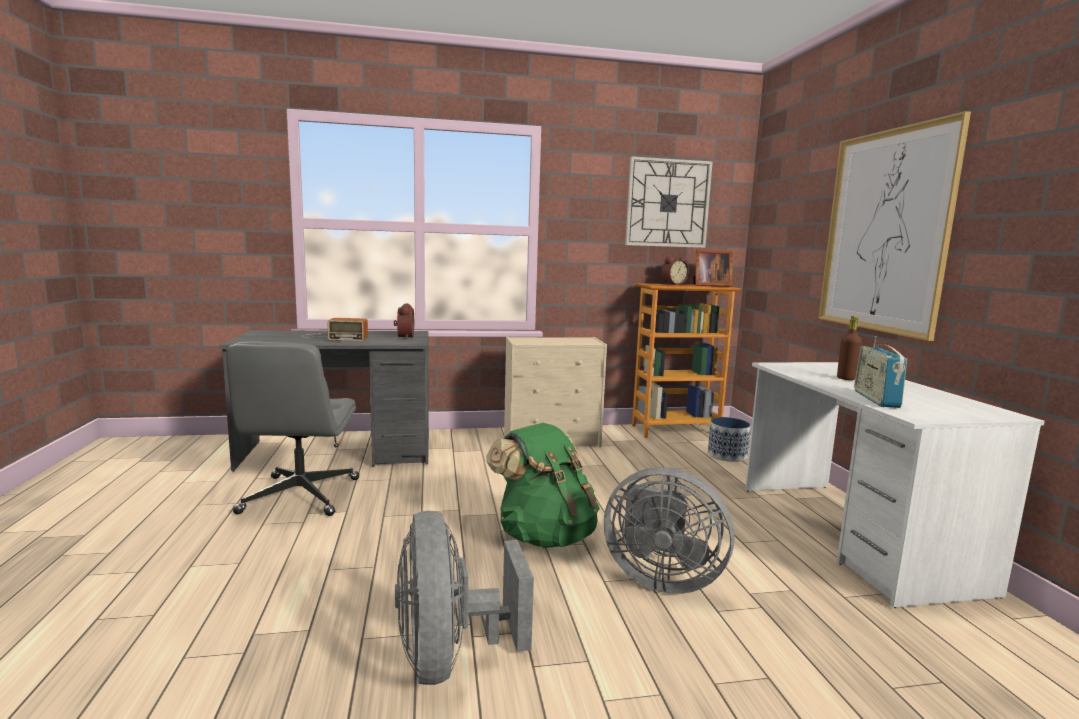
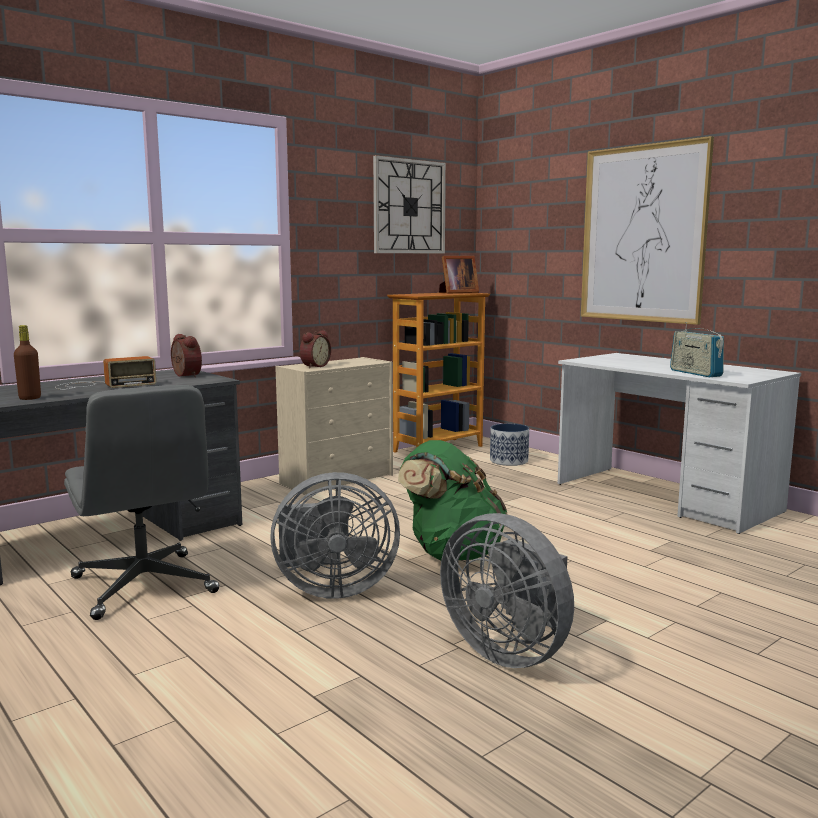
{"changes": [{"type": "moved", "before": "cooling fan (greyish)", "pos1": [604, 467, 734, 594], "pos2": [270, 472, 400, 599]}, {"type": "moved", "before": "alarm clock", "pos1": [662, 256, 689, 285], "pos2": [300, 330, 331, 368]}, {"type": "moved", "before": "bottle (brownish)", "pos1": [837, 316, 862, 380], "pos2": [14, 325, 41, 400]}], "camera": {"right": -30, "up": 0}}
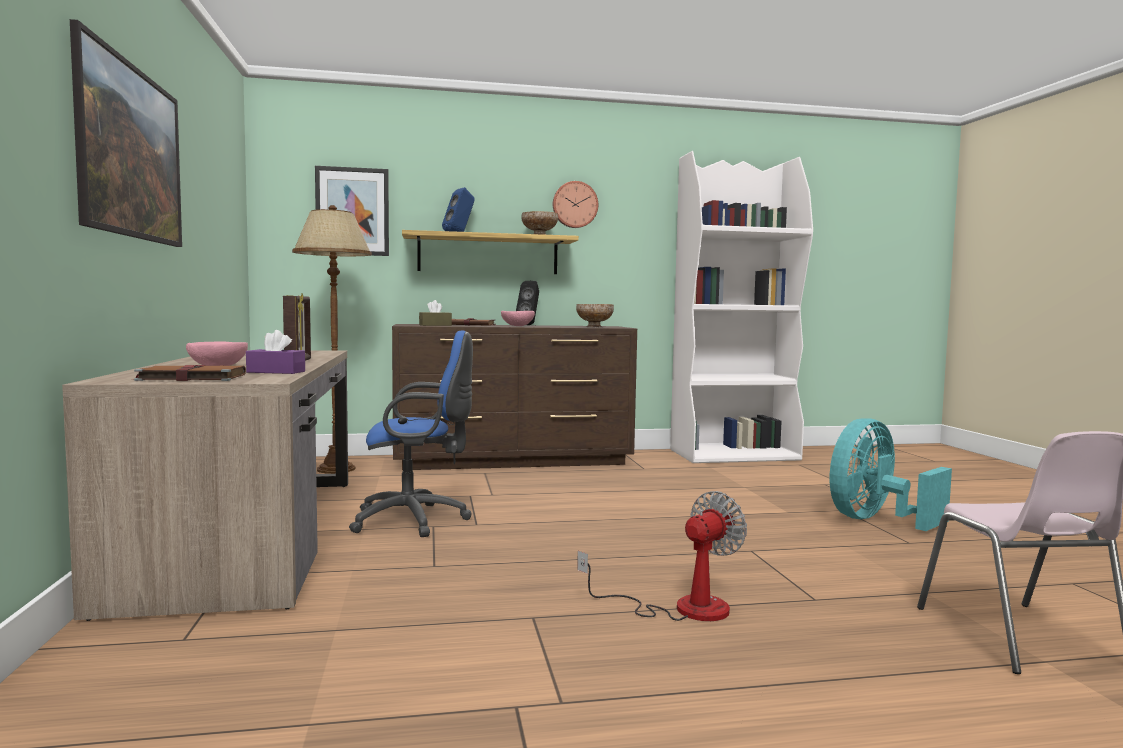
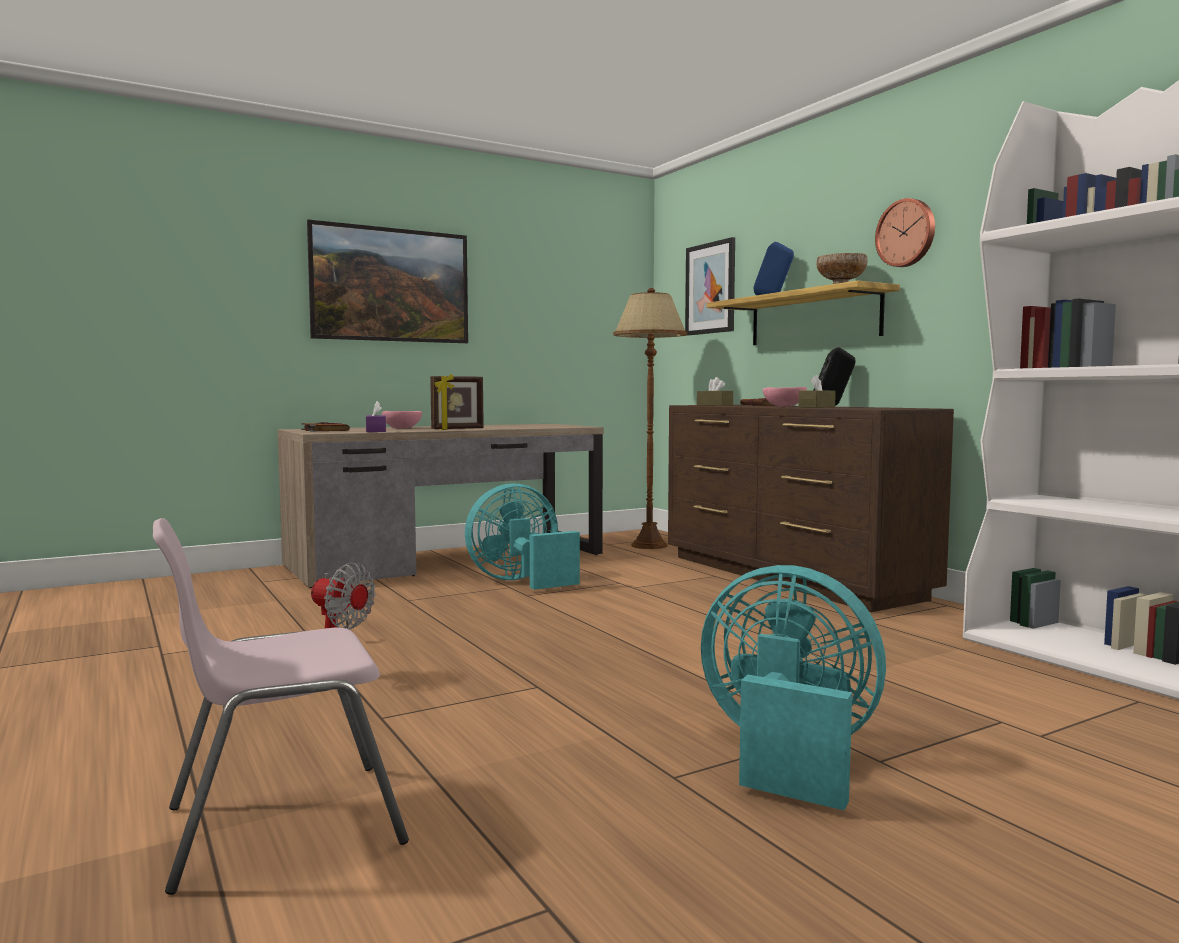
{"changes": [{"type": "removed", "before": "serving bowl", "pos1": [576, 304, 614, 327]}, {"type": "added", "after": "tissue holder (brownish)", "pos2": [799, 375, 836, 408]}, {"type": "replaced", "before": "computer chair (blue-coloured)", "after": "cooling fan (turquoise)", "pos1": [349, 330, 473, 537], "pos2": [465, 483, 580, 590]}], "camera": {"right": 70, "up": 0}}
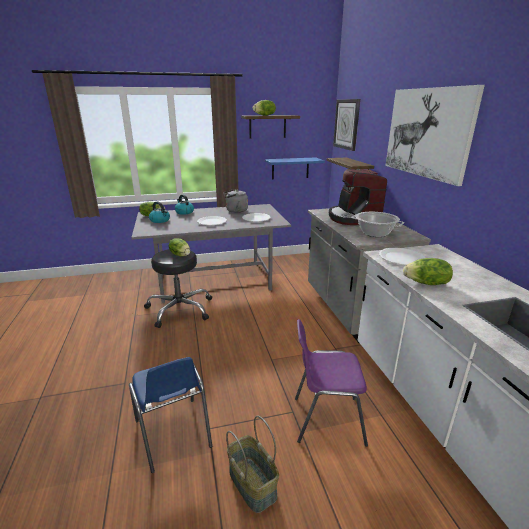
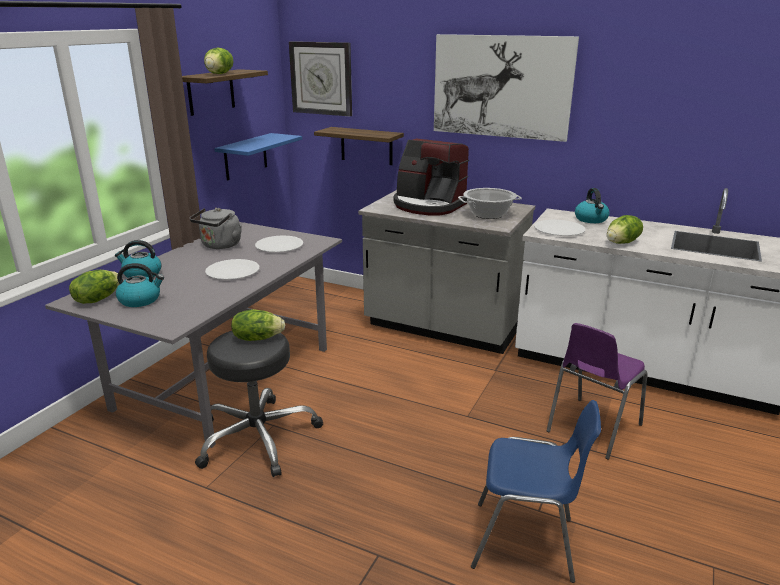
{"changes": [{"type": "removed", "before": "basket", "pos1": [226, 416, 279, 513]}, {"type": "added", "after": "tea kettle", "pos2": [575, 188, 610, 223]}], "camera": {"right": -50, "up": 0}}
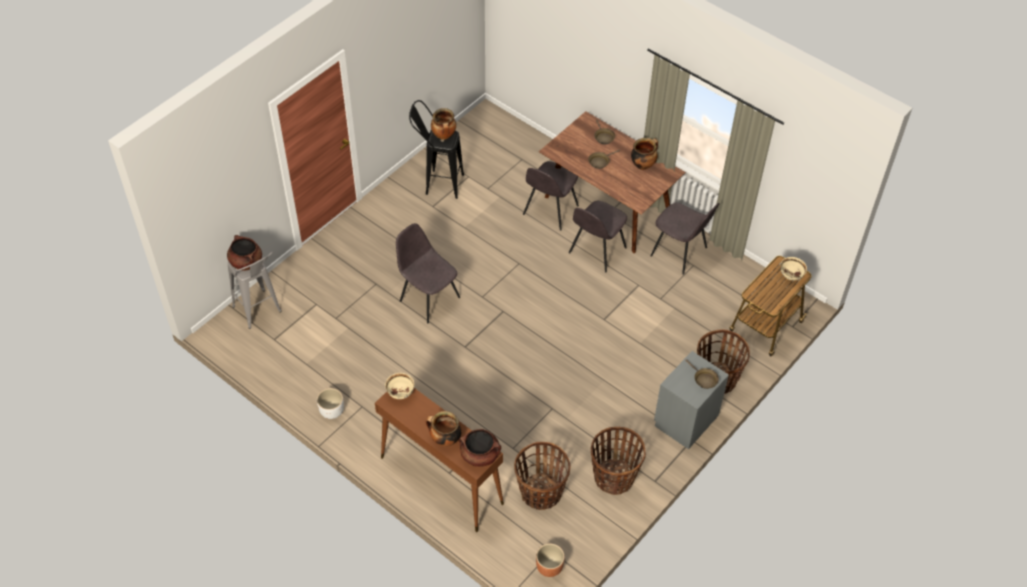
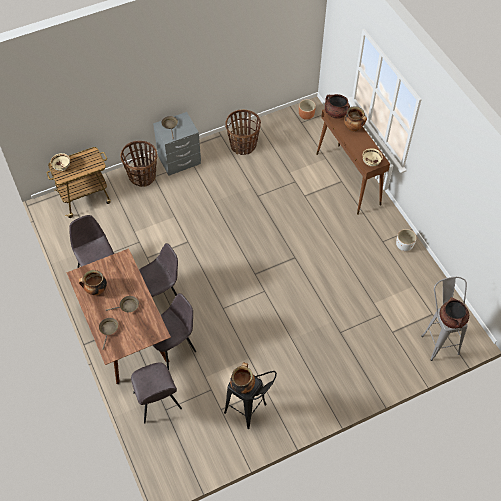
{"changes": [{"type": "removed", "before": "basket", "pos1": [514, 442, 571, 510]}, {"type": "moved", "before": "plain chair (greyish)", "pos1": [396, 223, 460, 324], "pos2": [131, 362, 182, 423]}], "camera": {"right": -155, "up": 5}}
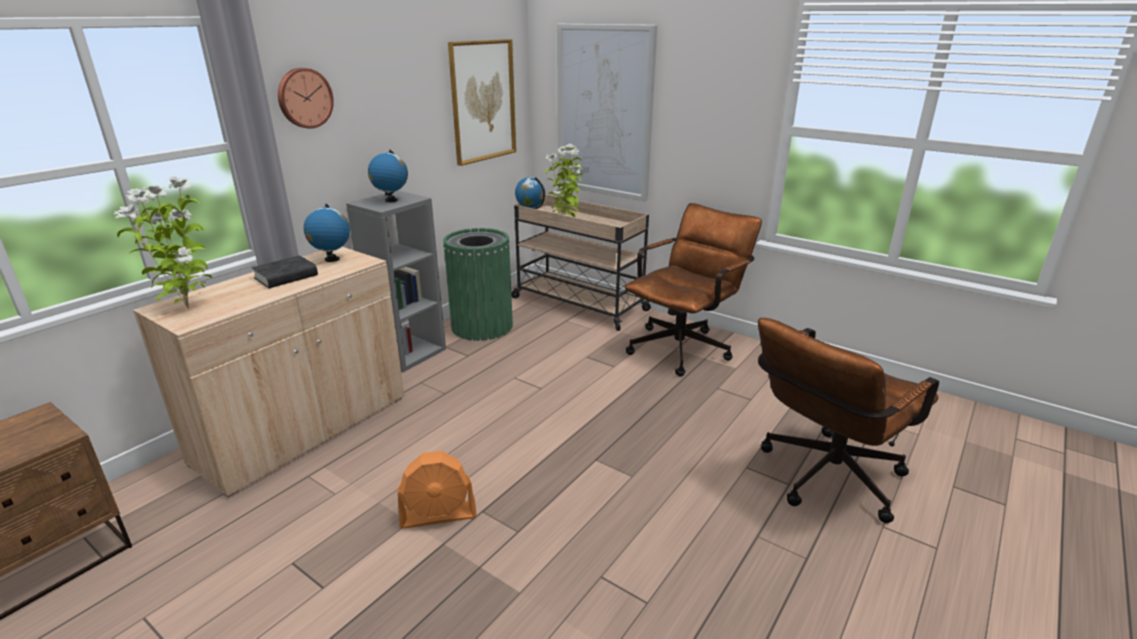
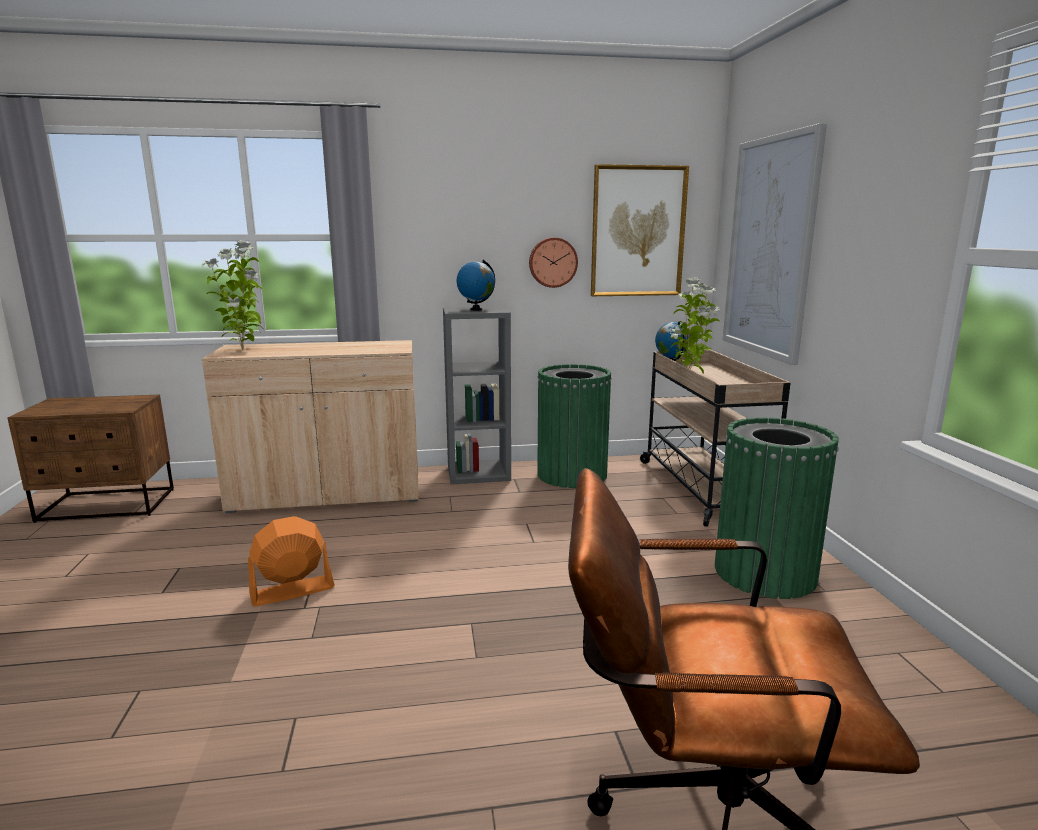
{"changes": [{"type": "removed", "before": "volume (black-coloured)", "pos1": [252, 255, 318, 288]}, {"type": "removed", "before": "world globe", "pos1": [304, 204, 350, 262]}, {"type": "moved", "before": "wall clock", "pos1": [278, 68, 334, 129], "pos2": [529, 237, 578, 288]}, {"type": "replaced", "before": "computer chair (brownish)", "after": "rubbish bin (green)", "pos1": [625, 203, 762, 377], "pos2": [715, 417, 839, 599]}, {"type": "turned", "before": "cooling fan (orangey)", "pos1": [398, 451, 477, 529], "pos2": [248, 516, 335, 606], "turn": 120}], "camera": {"right": 45, "up": -10}}
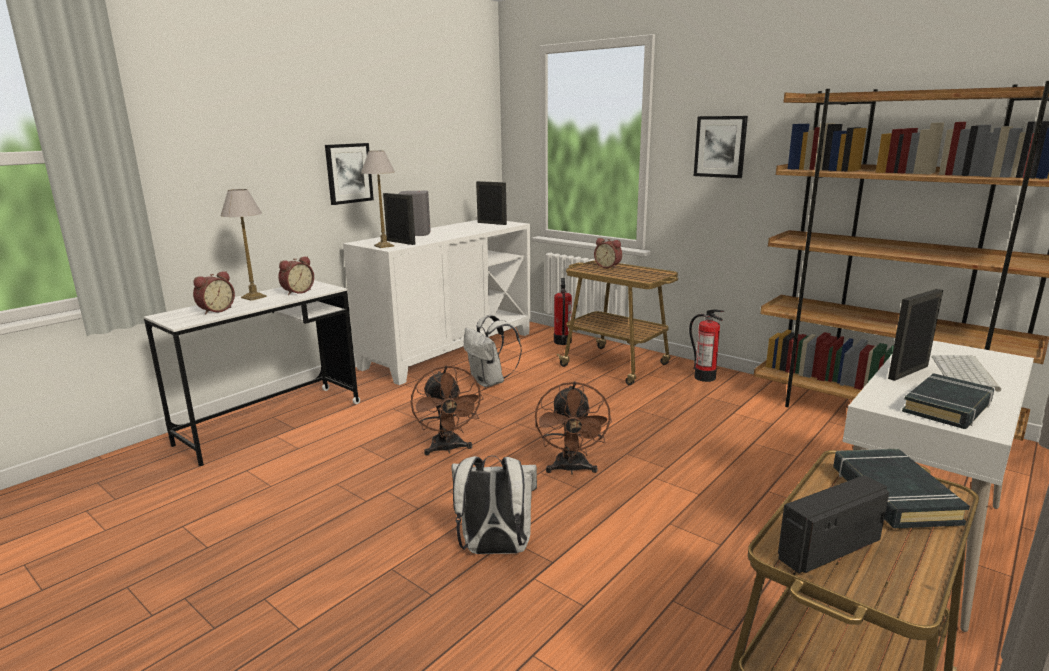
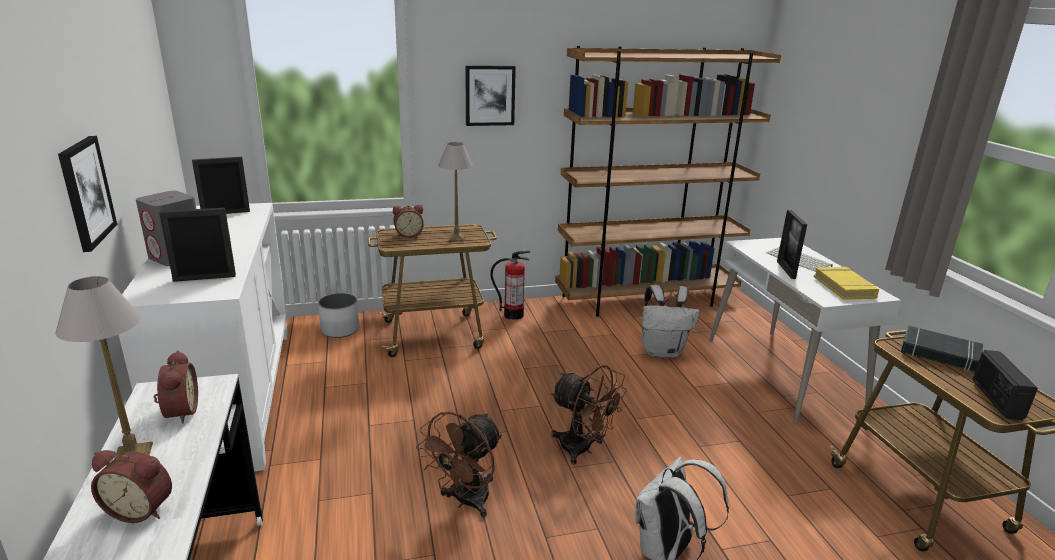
{"changes": [{"type": "moved", "before": "tabletop lamp", "pos1": [361, 151, 395, 248], "pos2": [438, 142, 473, 241]}, {"type": "moved", "before": "backpack (white)", "pos1": [464, 315, 522, 387], "pos2": [641, 285, 699, 357]}, {"type": "replaced", "before": "fire-fighting cylinder", "after": "flower pot (white)", "pos1": [554, 278, 572, 345], "pos2": [318, 293, 359, 338]}, {"type": "recoloured", "before": "volume (black-coloured)", "after": "volume (yellow-coloured)", "pos1": [902, 373, 994, 429], "pos2": [814, 267, 879, 300]}, {"type": "turned", "before": "alarm clock", "pos1": [193, 271, 235, 315], "pos2": [91, 450, 172, 523], "turn": 120}, {"type": "turned", "before": "cooling fan (brownish)", "pos1": [411, 365, 484, 456], "pos2": [416, 412, 502, 517], "turn": 105}], "camera": {"right": -55, "up": 5}}
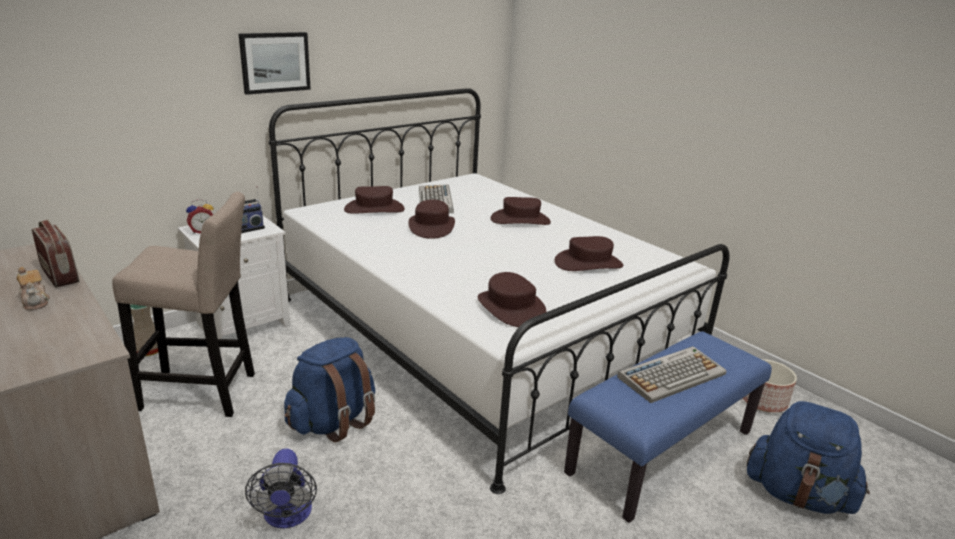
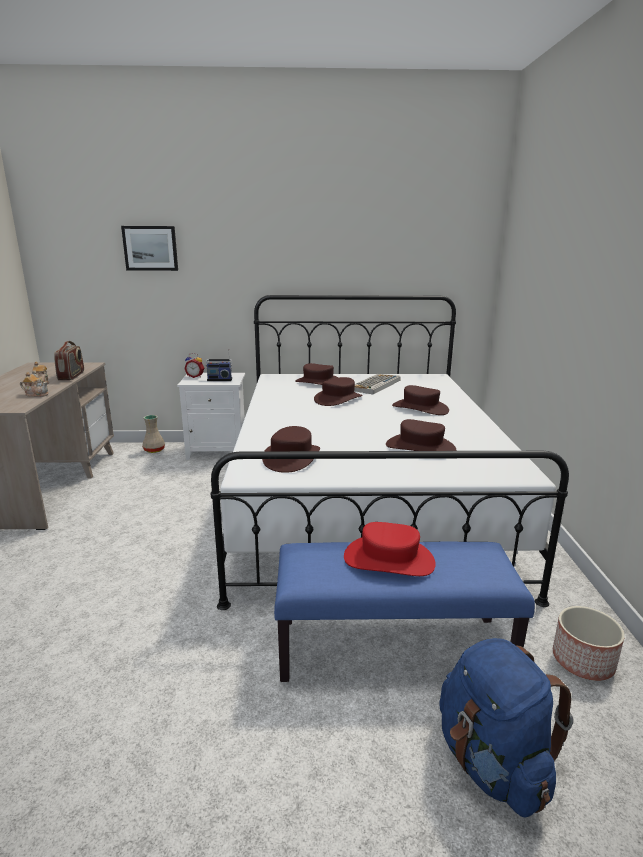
{"changes": [{"type": "removed", "before": "stool seat (beige-coloured)", "pos1": [112, 192, 255, 417]}, {"type": "removed", "before": "cooling fan", "pos1": [245, 449, 317, 528]}, {"type": "removed", "before": "backpack (blue-coloured)", "pos1": [284, 337, 375, 442]}, {"type": "added", "after": "pot for tea", "pos2": [20, 372, 49, 397]}, {"type": "moved", "before": "wall art", "pos1": [239, 32, 311, 95], "pos2": [121, 226, 178, 271]}, {"type": "replaced", "before": "PC keyboard", "after": "hat (red-coloured)", "pos1": [617, 346, 727, 403], "pos2": [344, 522, 436, 576]}], "camera": {"right": 40, "up": -5}}
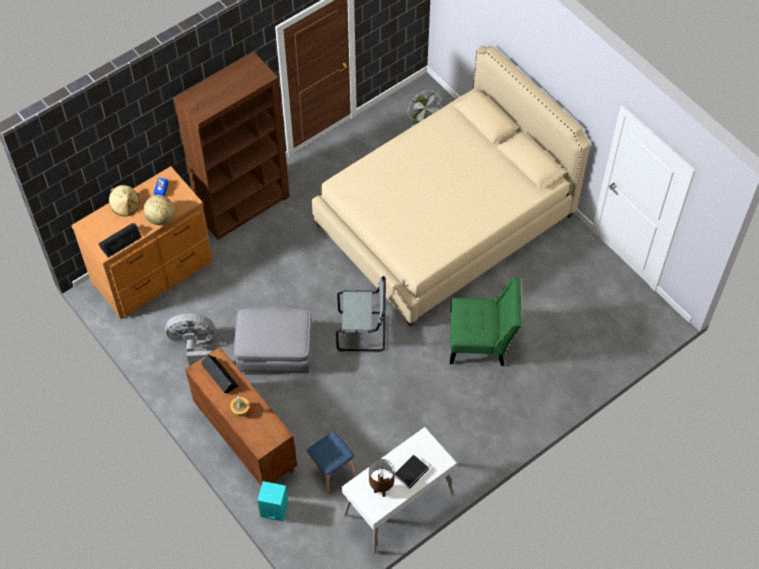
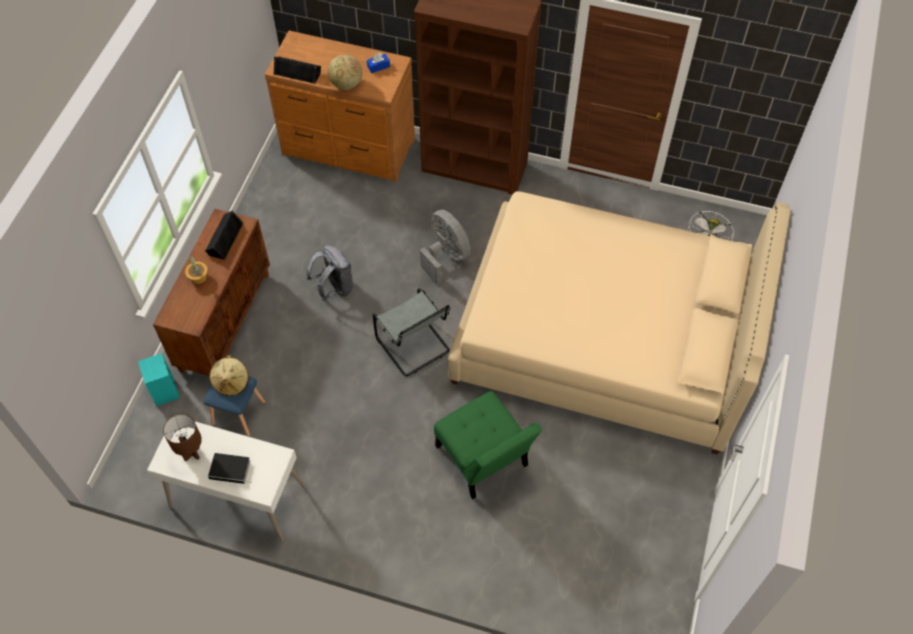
{"changes": [{"type": "moved", "before": "hat (beige-coloured)", "pos1": [109, 185, 139, 216], "pos2": [209, 355, 248, 396]}, {"type": "moved", "before": "cooling fan (greyish)", "pos1": [165, 314, 215, 366], "pos2": [420, 210, 471, 284]}, {"type": "replaced", "before": "ottoman (greyish)", "after": "backpack (greyish)", "pos1": [234, 309, 312, 373], "pos2": [307, 245, 353, 301]}], "camera": {"right": 55, "up": 0}}
